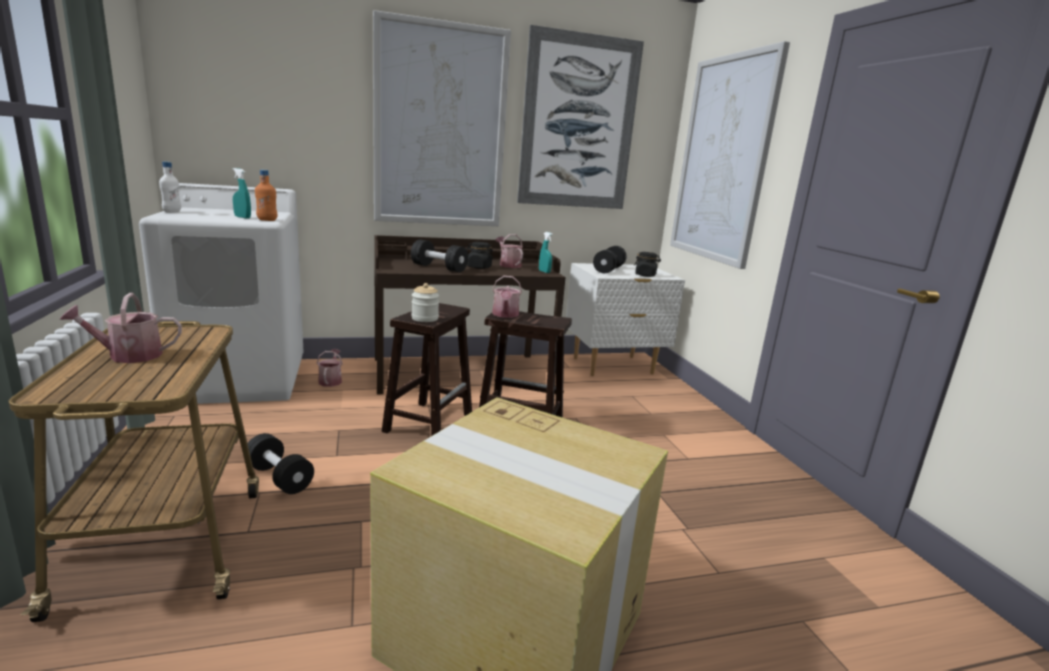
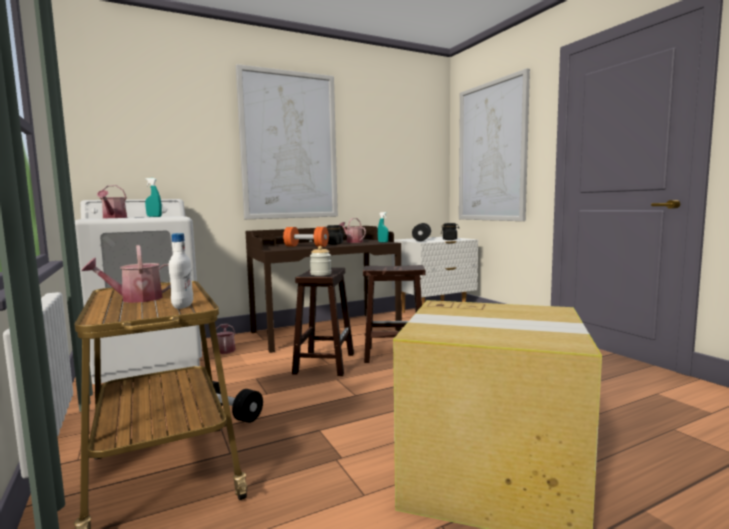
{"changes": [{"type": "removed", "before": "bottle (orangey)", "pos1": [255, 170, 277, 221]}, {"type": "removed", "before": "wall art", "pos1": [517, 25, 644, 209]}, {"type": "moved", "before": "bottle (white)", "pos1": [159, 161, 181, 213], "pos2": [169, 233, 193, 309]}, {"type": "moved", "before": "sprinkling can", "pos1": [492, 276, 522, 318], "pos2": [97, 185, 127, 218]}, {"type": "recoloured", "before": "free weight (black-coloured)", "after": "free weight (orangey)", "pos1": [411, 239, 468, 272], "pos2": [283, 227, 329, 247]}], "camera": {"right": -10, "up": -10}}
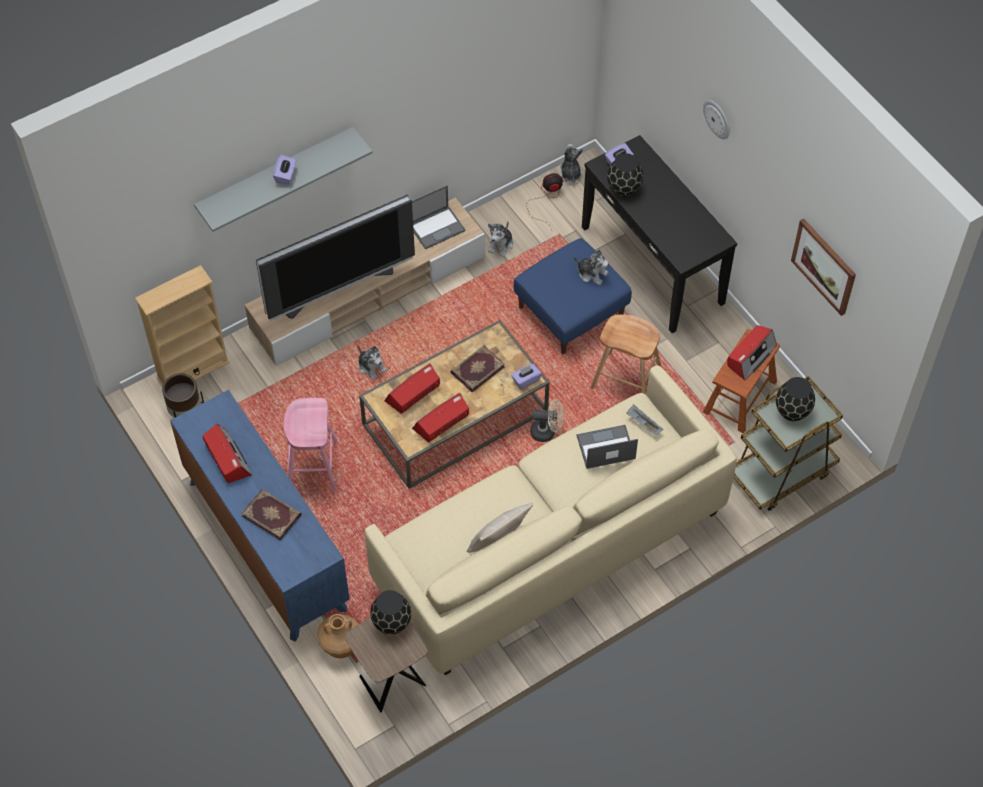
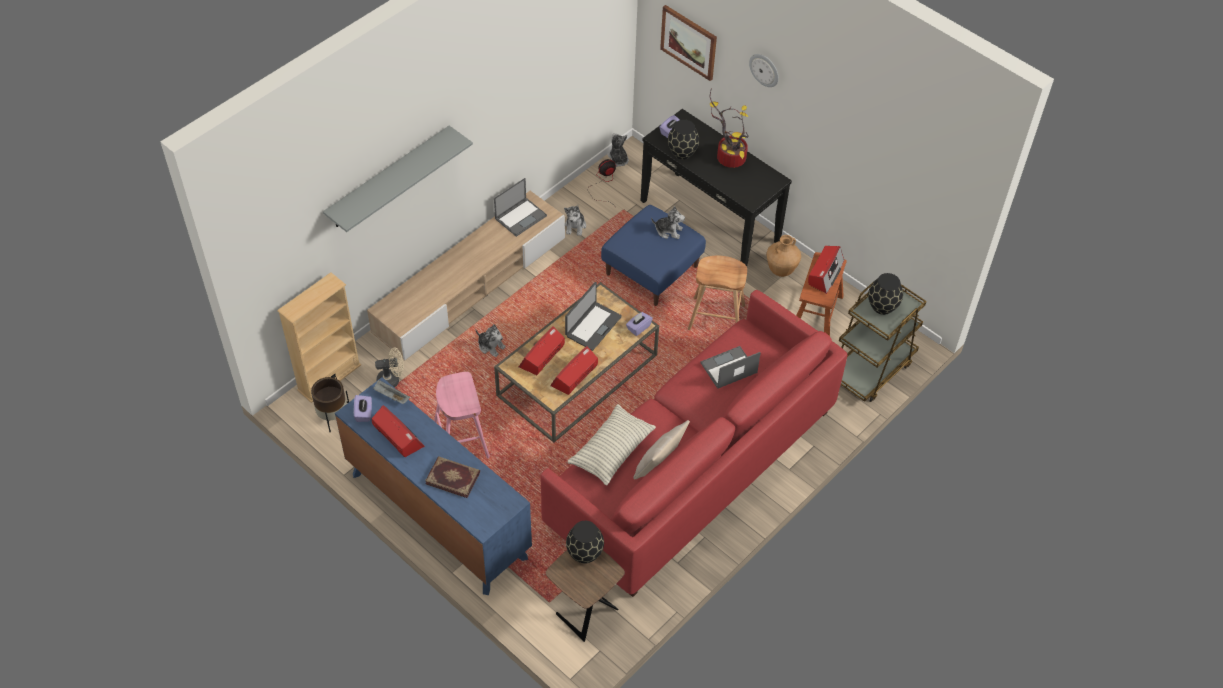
{"changes": [{"type": "removed", "before": "TV set", "pos1": [256, 195, 415, 321]}, {"type": "added", "after": "throw pillow", "pos2": [568, 404, 656, 486]}, {"type": "added", "after": "plant in a pot", "pos2": [709, 88, 749, 168]}, {"type": "moved", "before": "tissue holder (purple-coloured)", "pos1": [273, 155, 296, 184], "pos2": [354, 395, 372, 422]}, {"type": "moved", "before": "decorative vase (brownish)", "pos1": [317, 614, 359, 659], "pos2": [766, 235, 801, 277]}, {"type": "moved", "before": "cooling fan (beige-coloured)", "pos1": [530, 399, 563, 442], "pos2": [375, 348, 404, 388]}, {"type": "moved", "before": "tray (greyish)", "pos1": [626, 404, 663, 435], "pos2": [373, 380, 410, 404]}, {"type": "moved", "before": "wall art", "pos1": [791, 218, 856, 316], "pos2": [660, 5, 717, 81]}, {"type": "replaced", "before": "volume", "after": "laptop", "pos1": [450, 345, 505, 392], "pos2": [565, 282, 622, 351]}, {"type": "recoloured", "before": "sofa (beige-coloured)", "after": "sofa (red-coloured)", "pos1": [365, 365, 737, 675], "pos2": [541, 290, 848, 597]}], "camera": {"right": -15, "up": -5}}
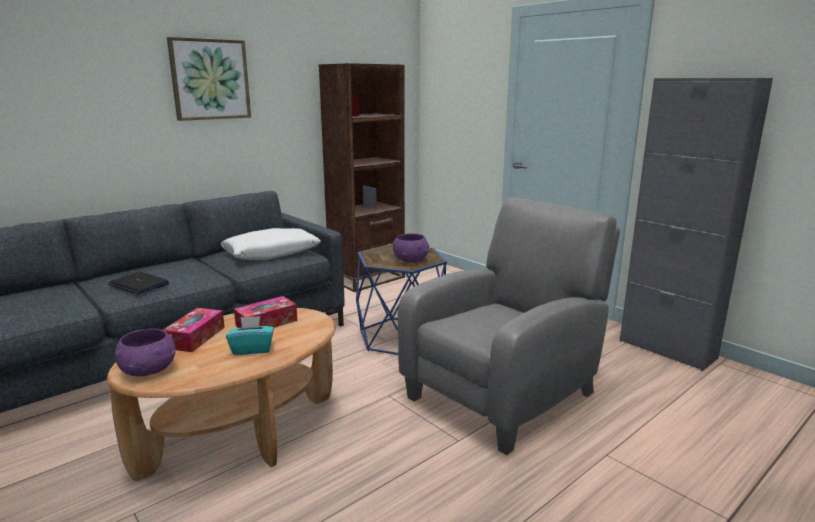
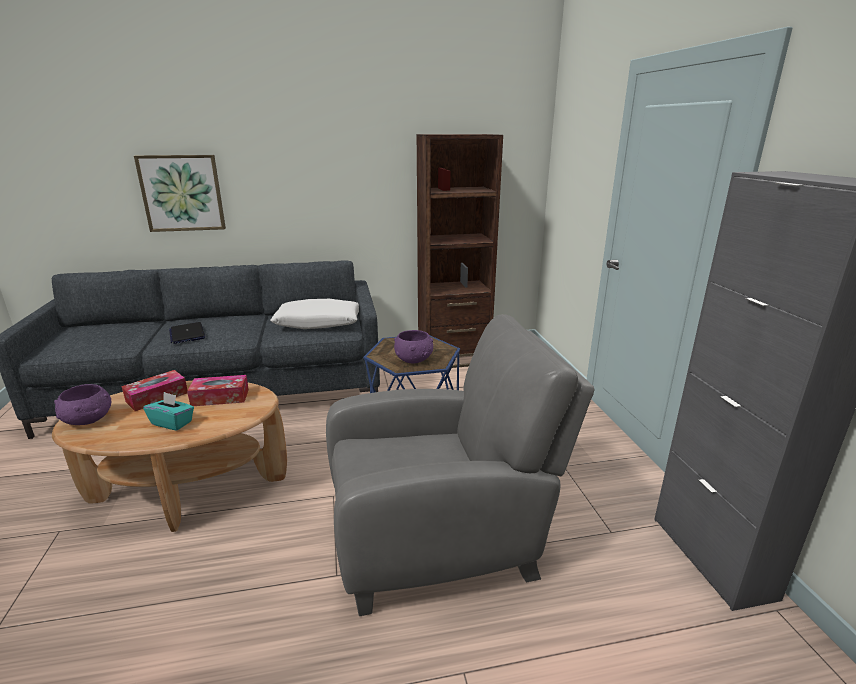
{"changes": [{"type": "moved", "before": "wall art", "pos1": [167, 37, 251, 121], "pos2": [134, 155, 226, 232]}], "camera": {"right": 30, "up": 5}}
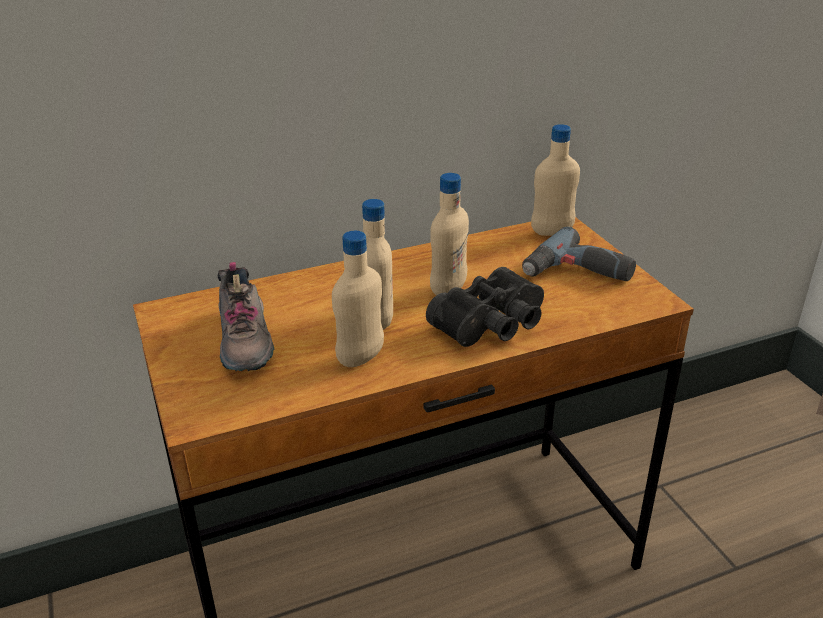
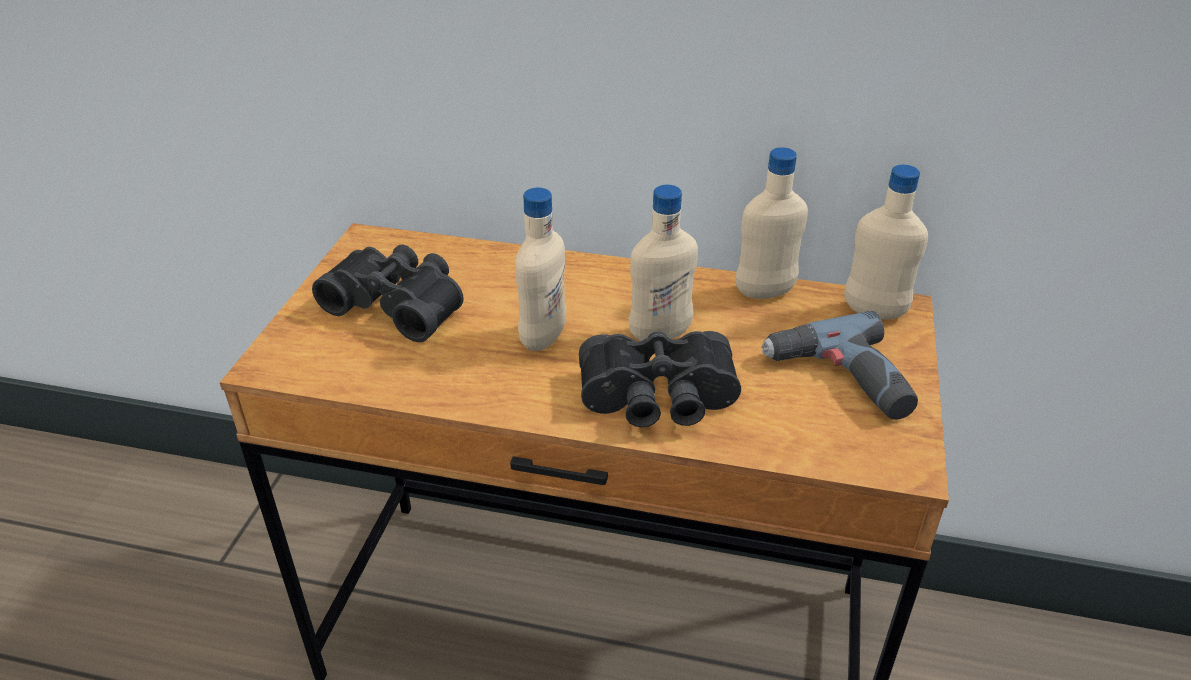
{"changes": [{"type": "moved", "before": "bottle (beige-coloured)", "pos1": [332, 231, 384, 367], "pos2": [736, 147, 808, 299]}, {"type": "replaced", "before": "shoe", "after": "pair of binoculars (black-coloured)", "pos1": [217, 262, 275, 372], "pos2": [312, 245, 463, 342]}], "camera": {"right": 35, "up": 5}}
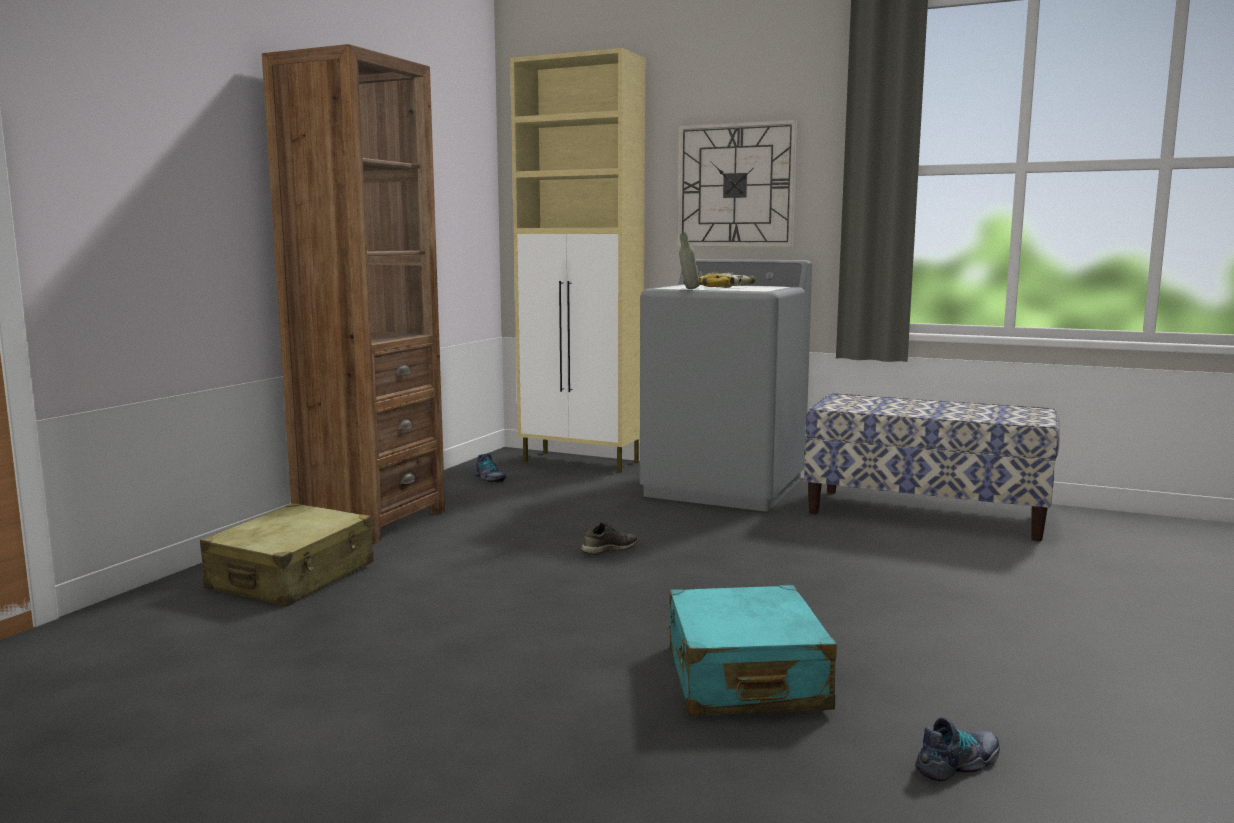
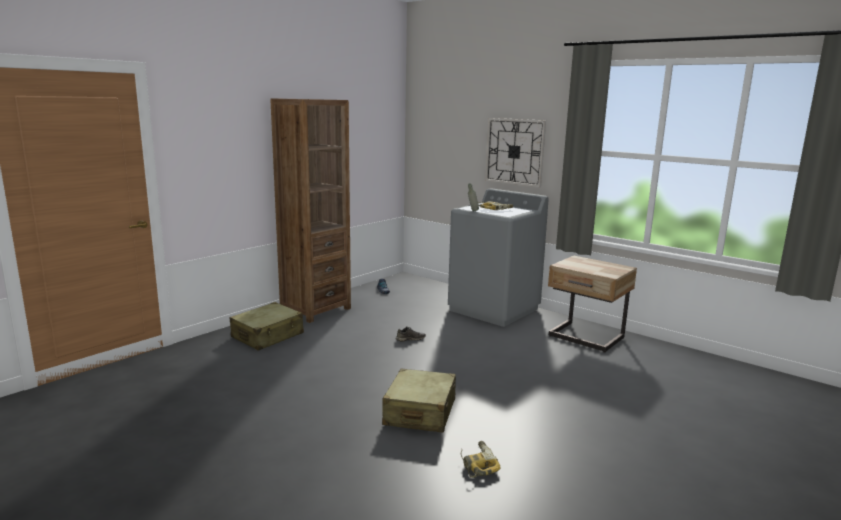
{"changes": [{"type": "removed", "before": "storage cabinet (beige-coloured)", "pos1": [510, 48, 645, 473]}, {"type": "replaced", "before": "indoor bench", "after": "bedside table (beige-coloured)", "pos1": [804, 393, 1060, 541], "pos2": [548, 256, 637, 353]}, {"type": "replaced", "before": "shoe", "after": "power drill", "pos1": [915, 717, 1000, 781], "pos2": [461, 441, 501, 478]}, {"type": "recoloured", "before": "suitcase (turquoise)", "after": "suitcase (beige-coloured)", "pos1": [667, 585, 837, 715], "pos2": [382, 368, 456, 432]}], "camera": {"right": 15, "up": 5}}
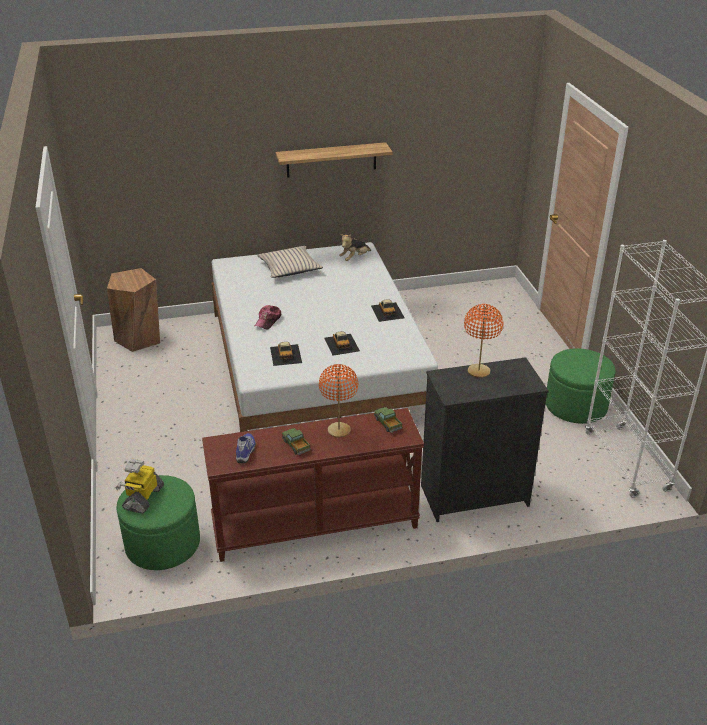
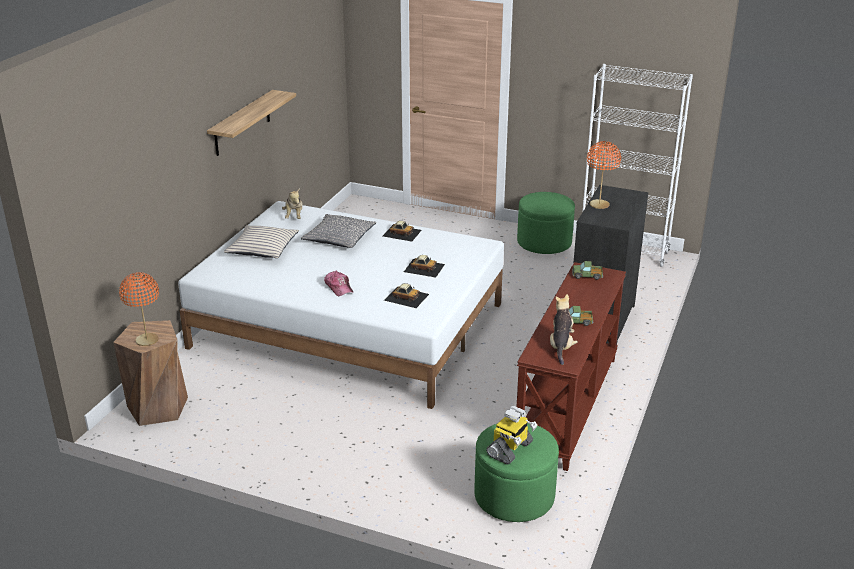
{"changes": [{"type": "added", "after": "throw pillow (greyish)", "pos2": [301, 214, 376, 248]}, {"type": "moved", "before": "tabletop lamp (orangey)", "pos1": [319, 364, 358, 438], "pos2": [119, 272, 159, 346]}, {"type": "replaced", "before": "shoe", "after": "cuddly toy", "pos1": [236, 433, 256, 463], "pos2": [550, 294, 578, 365]}, {"type": "turned", "before": "robot figure", "pos1": [116, 459, 164, 513], "pos2": [486, 406, 537, 464], "turn": -105}], "camera": {"right": -55, "up": -5}}
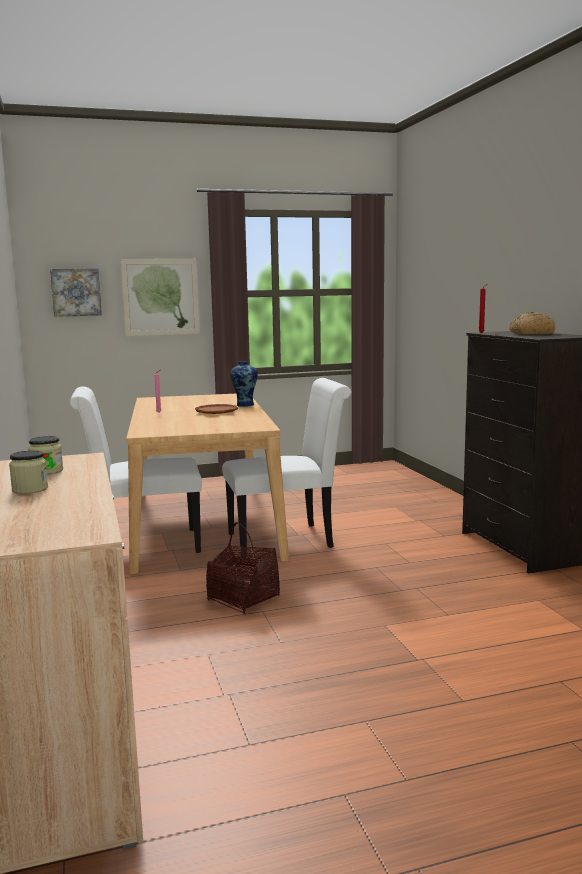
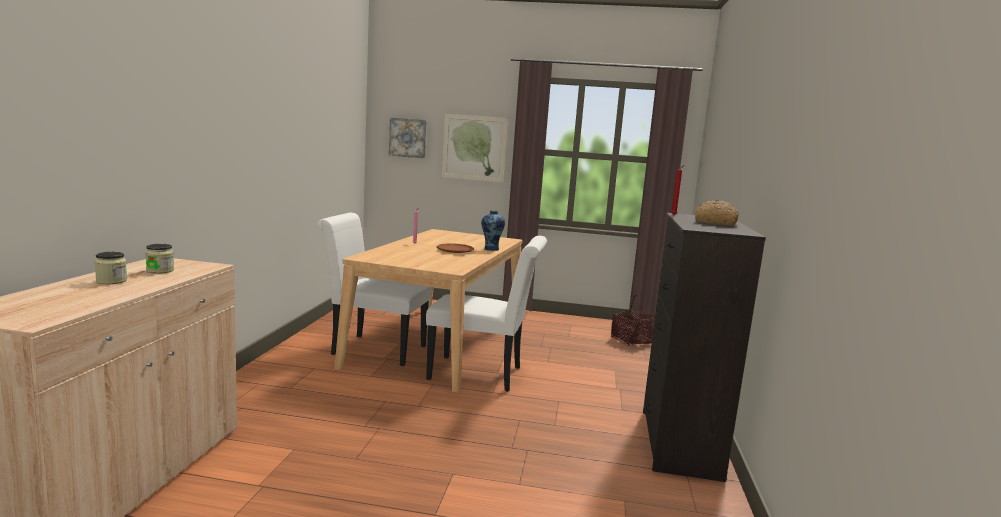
{"changes": [{"type": "moved", "before": "basket", "pos1": [206, 522, 280, 614], "pos2": [611, 295, 655, 347]}], "camera": {"right": 25, "up": 0}}
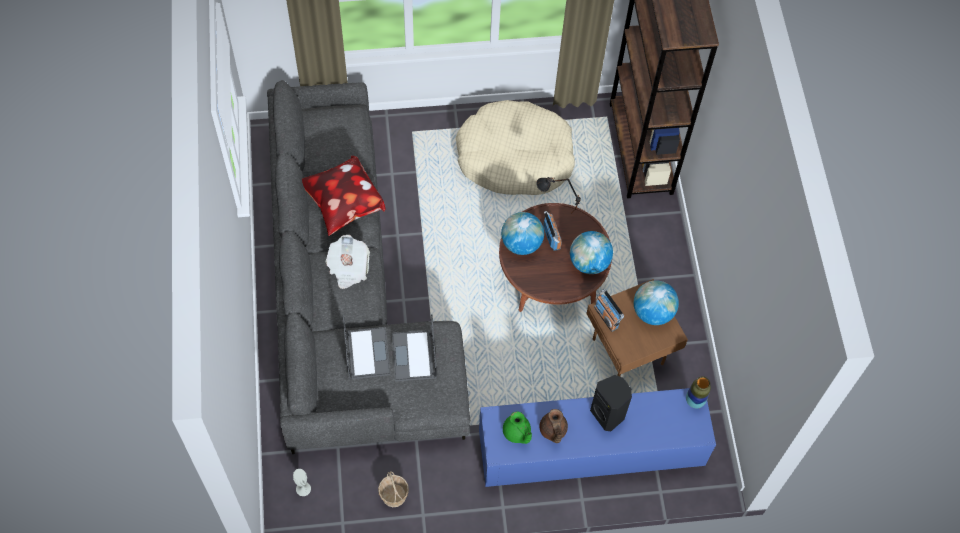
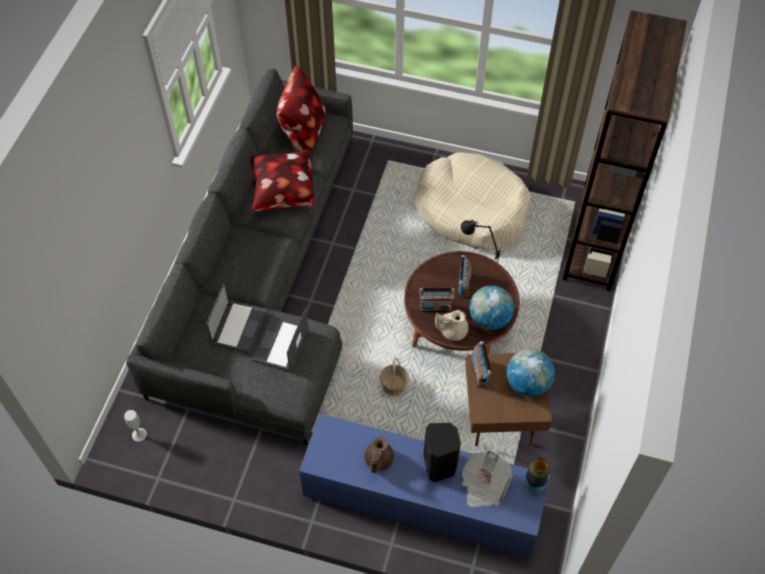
{"changes": [{"type": "removed", "before": "world globe", "pos1": [501, 212, 544, 255]}, {"type": "removed", "before": "pot for tea (green)", "pos1": [503, 411, 532, 444]}, {"type": "added", "after": "throw pillow", "pos2": [276, 65, 326, 152]}, {"type": "added", "after": "radio set", "pos2": [419, 288, 455, 312]}, {"type": "added", "after": "pot for tea (beige-coloured)", "pos2": [435, 310, 469, 341]}, {"type": "moved", "before": "newspaper", "pos1": [326, 235, 370, 289], "pos2": [461, 449, 513, 507]}, {"type": "moved", "before": "basket", "pos1": [378, 471, 409, 507], "pos2": [380, 358, 409, 396]}], "camera": {"right": 25, "up": -5}}
